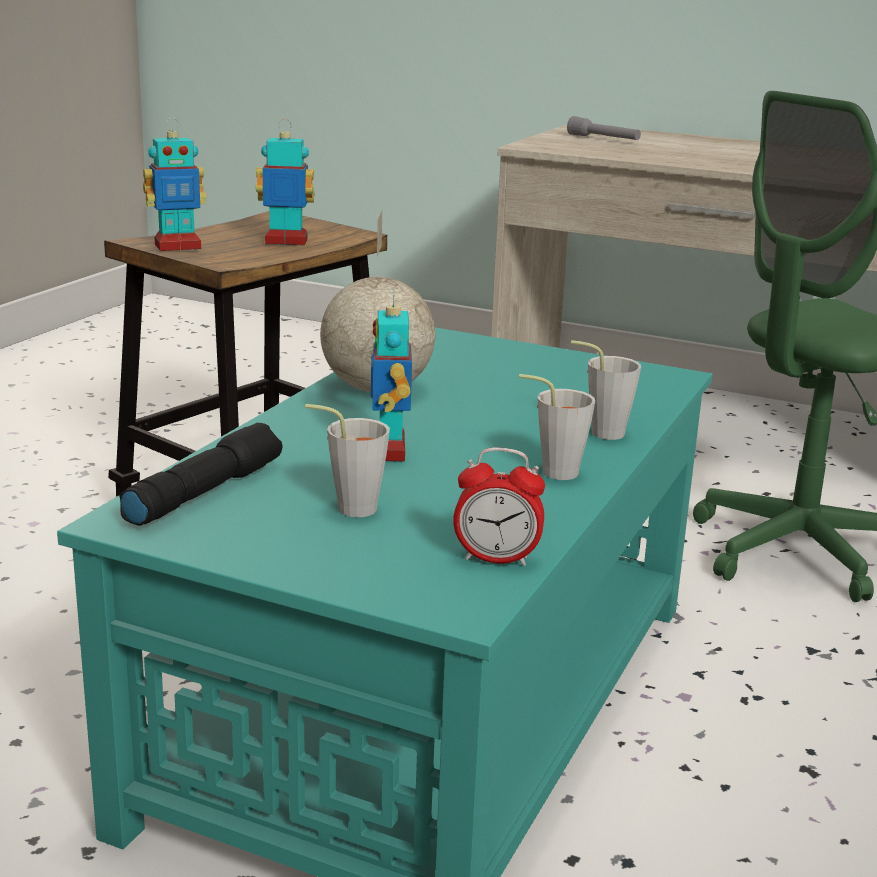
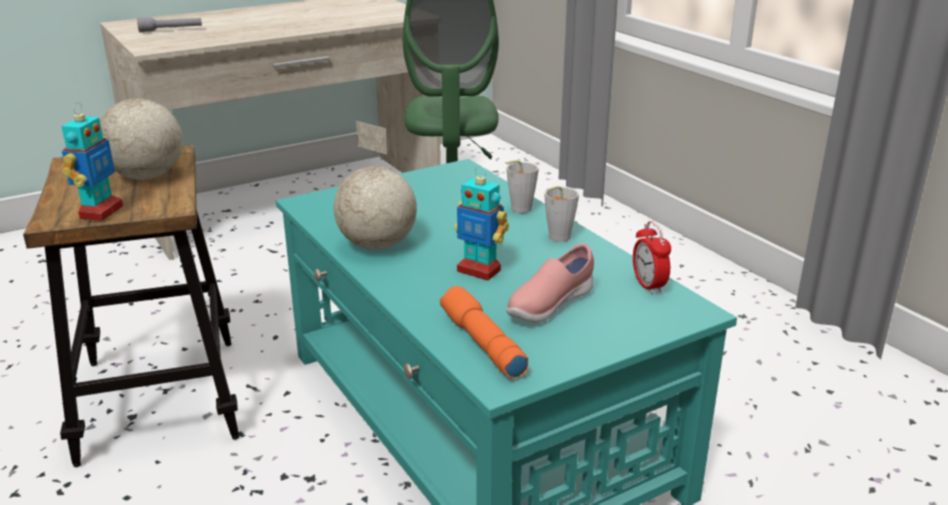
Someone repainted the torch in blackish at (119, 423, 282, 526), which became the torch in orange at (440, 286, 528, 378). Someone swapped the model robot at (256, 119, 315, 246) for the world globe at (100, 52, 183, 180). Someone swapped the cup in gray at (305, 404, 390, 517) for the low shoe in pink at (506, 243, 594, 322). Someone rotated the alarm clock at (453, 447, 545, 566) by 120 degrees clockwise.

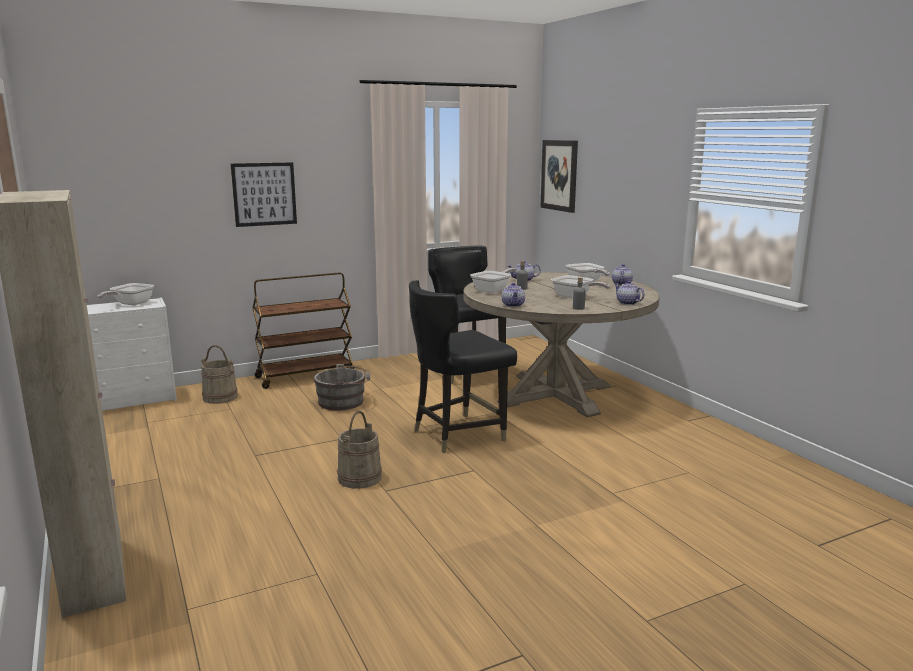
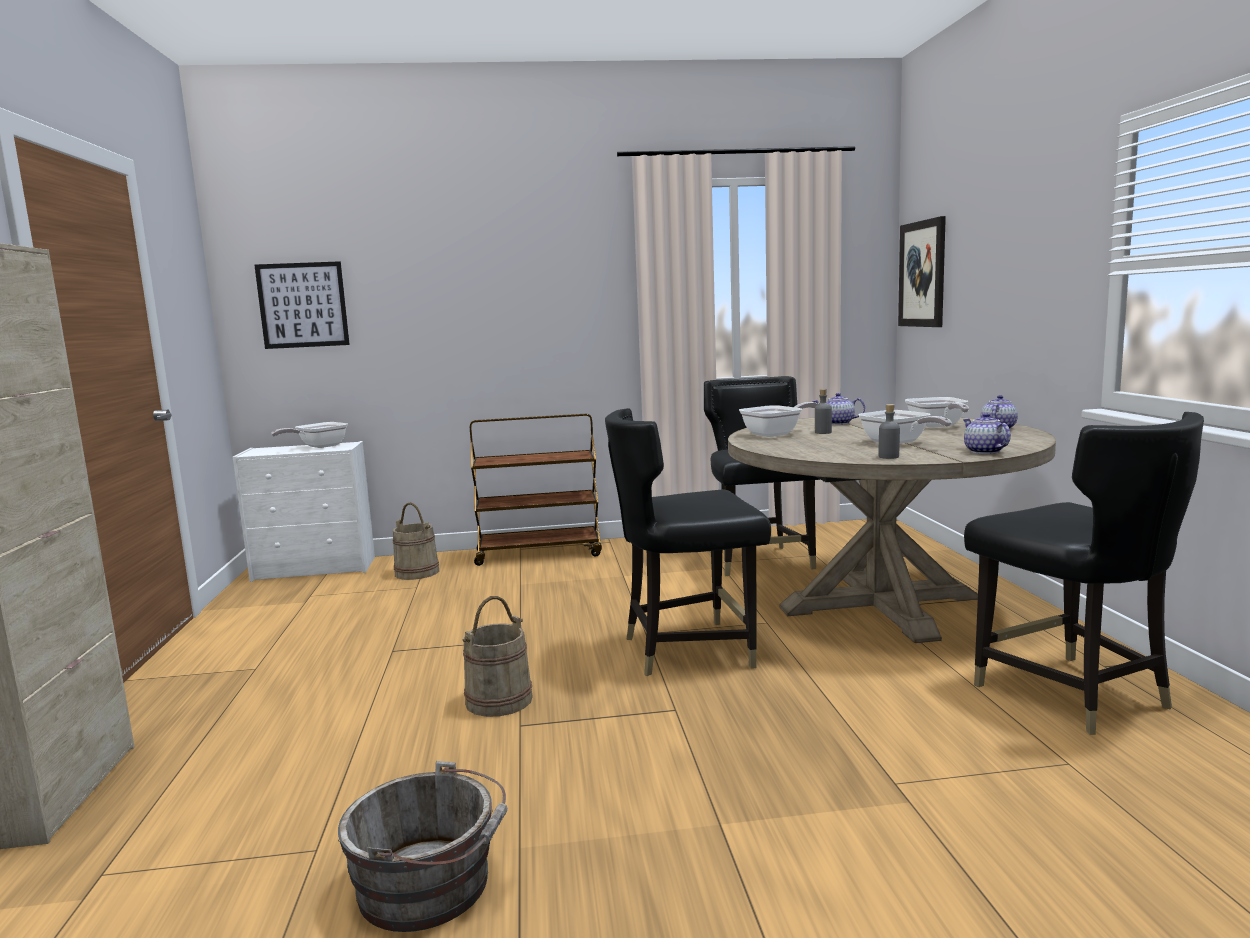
Someone carried the picture from (231, 162, 297, 227) to (254, 261, 350, 349). Someone carried the pail in gray from (314, 364, 370, 411) to (338, 761, 508, 932). Someone took away the tea pot at (502, 283, 525, 307). Someone put down the plain chair in blackish at (964, 412, 1204, 735).

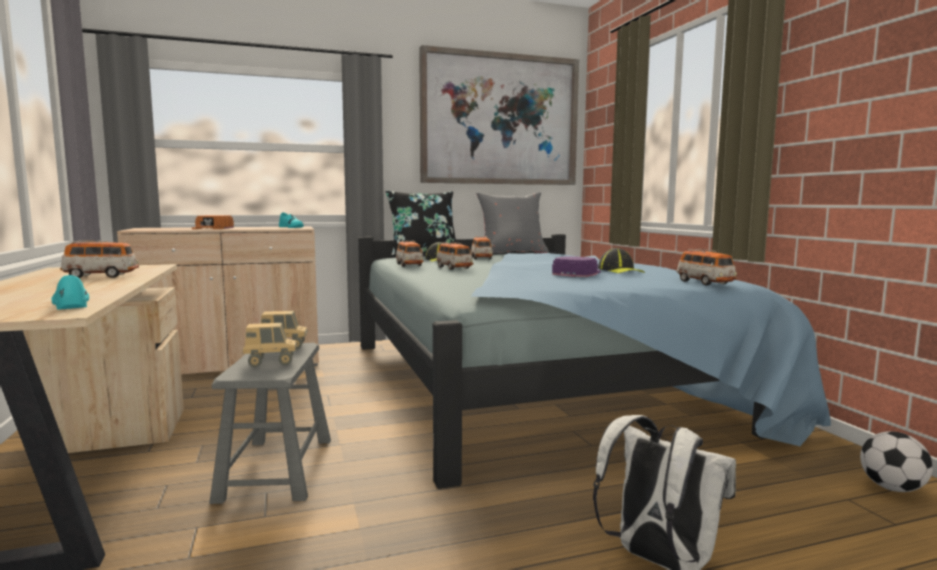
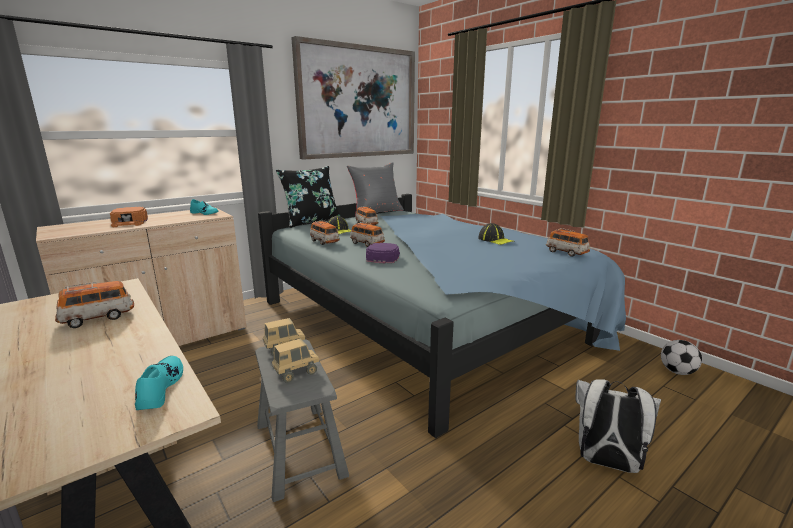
Someone rotated the low shoe in blue-green at (52, 275, 89, 310) by 45 degrees clockwise. Someone carried the peaked cap in purplish from (552, 256, 601, 277) to (366, 243, 400, 264).

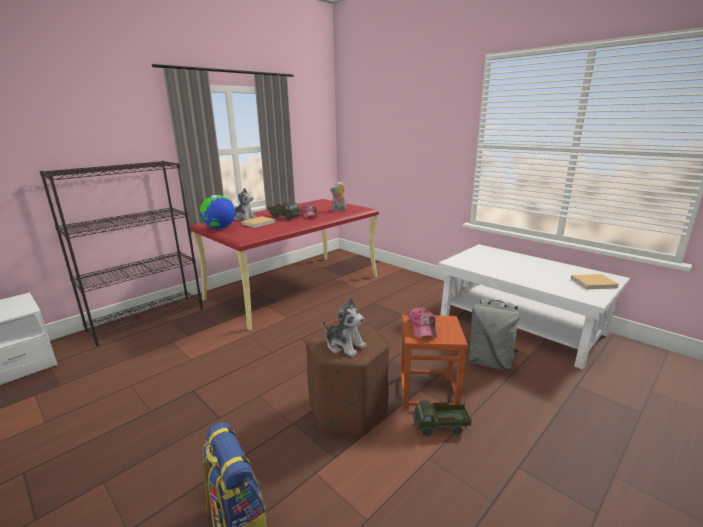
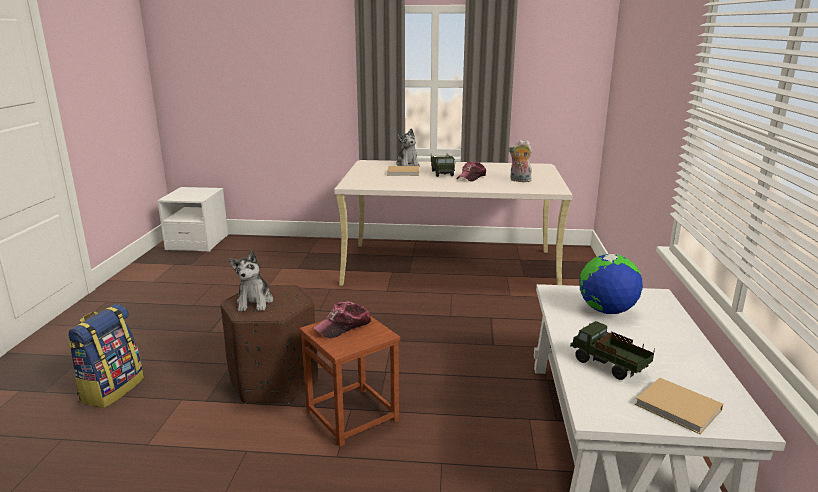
Someone took away the bookcase in blackish at (39, 161, 203, 346). Someone repainted the desk in red at (190, 199, 379, 331), which became the desk in beige at (334, 160, 573, 286). Someone carried the world globe from (200, 195, 235, 229) to (579, 254, 643, 314). Someone carried the toy truck from (413, 400, 472, 436) to (570, 321, 655, 380). Someone took away the knapsack in gray at (468, 299, 520, 371).

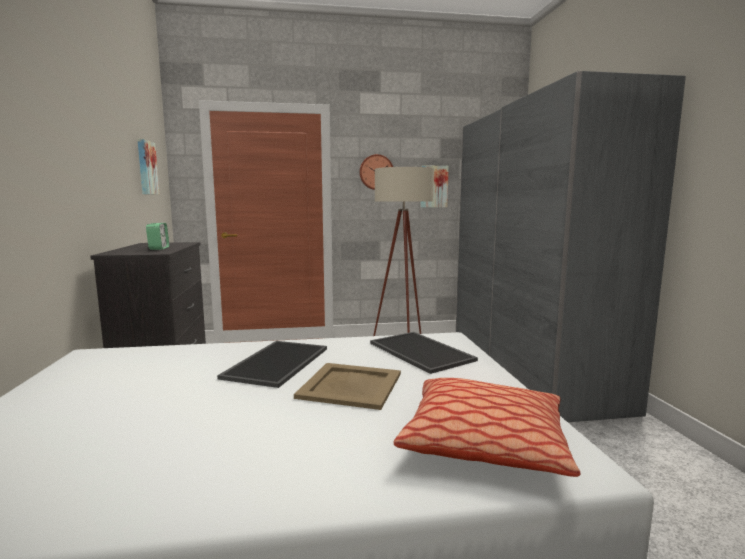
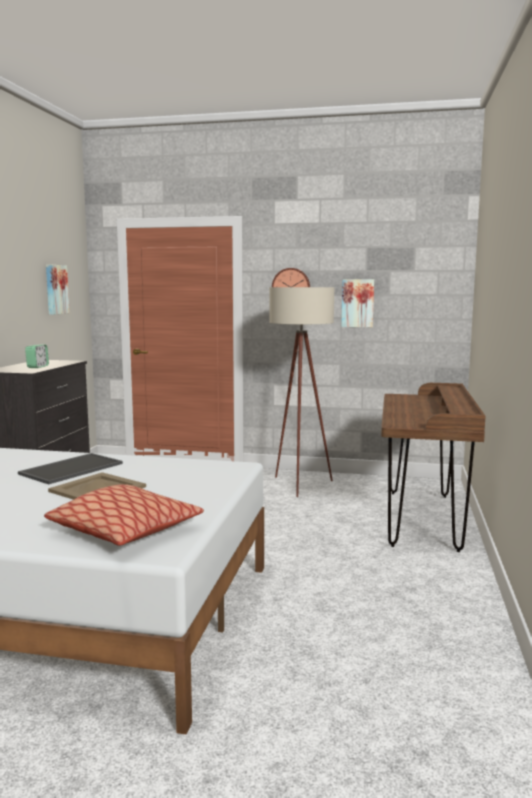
Someone took away the serving tray at (370, 332, 478, 374). Someone swapped the wardrobe in gray at (456, 71, 686, 422) for the desk in brown at (381, 383, 486, 552).

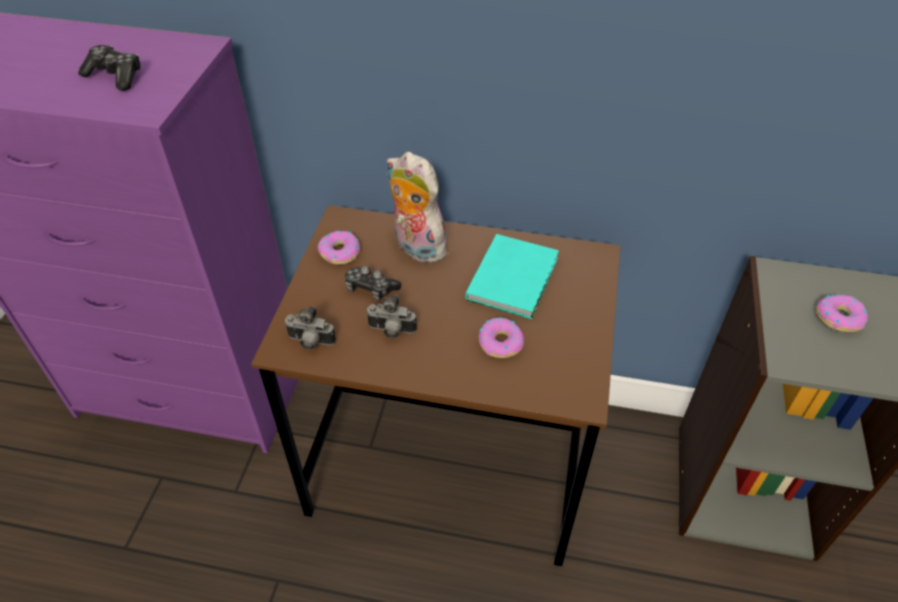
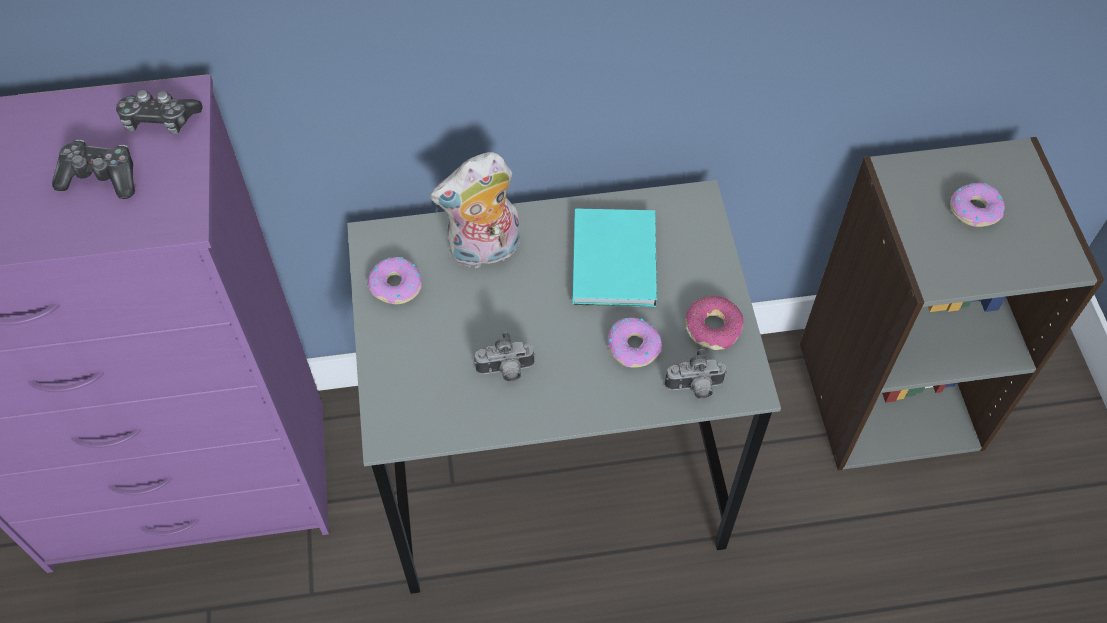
Someone repainted the desk in brown at (251, 205, 620, 566), which became the desk in gray at (347, 180, 781, 594). Someone carried the photo camera from (284, 306, 336, 350) to (665, 349, 727, 399). Someone carried the game controller from (345, 266, 401, 301) to (116, 90, 203, 135). Someone rotated the soft toy at (386, 152, 447, 263) by 45 degrees counterclockwise. Someone put down the doughnut at (685, 296, 744, 350).

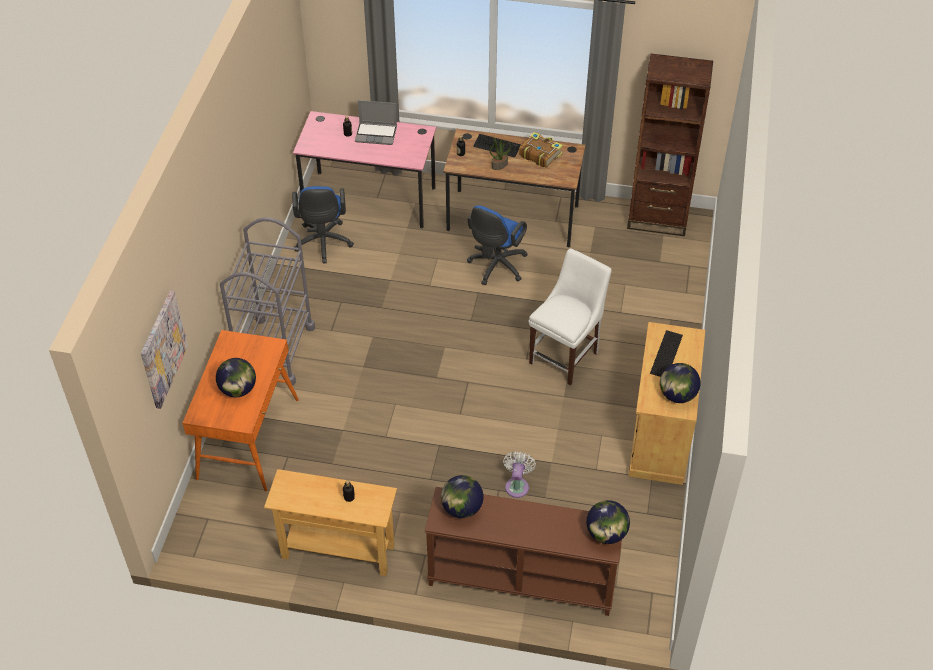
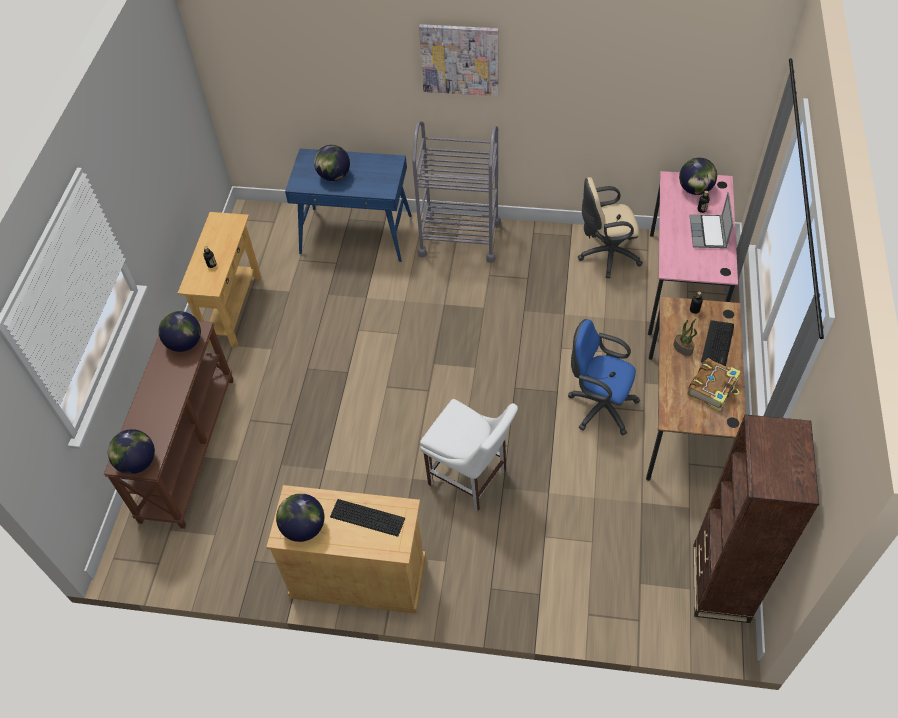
Someone carried the picture from (141, 290, 188, 409) to (419, 24, 499, 96). Someone repainted the desk in orange at (183, 330, 299, 491), which became the desk in bluish at (285, 148, 412, 262). Someone repainted the computer chair in bluish at (292, 186, 354, 264), which became the computer chair in beige at (578, 177, 643, 278). Someone took away the fan in white at (503, 451, 536, 498). Someone put down the world globe at (679, 158, 717, 195).

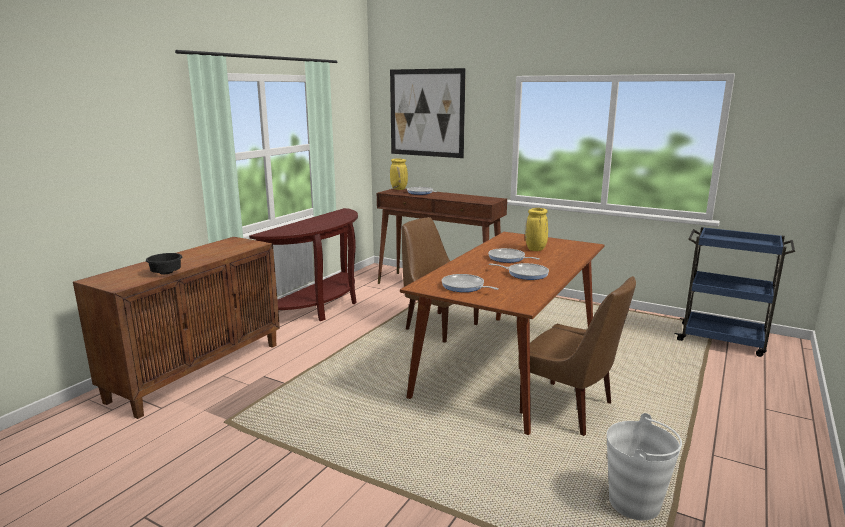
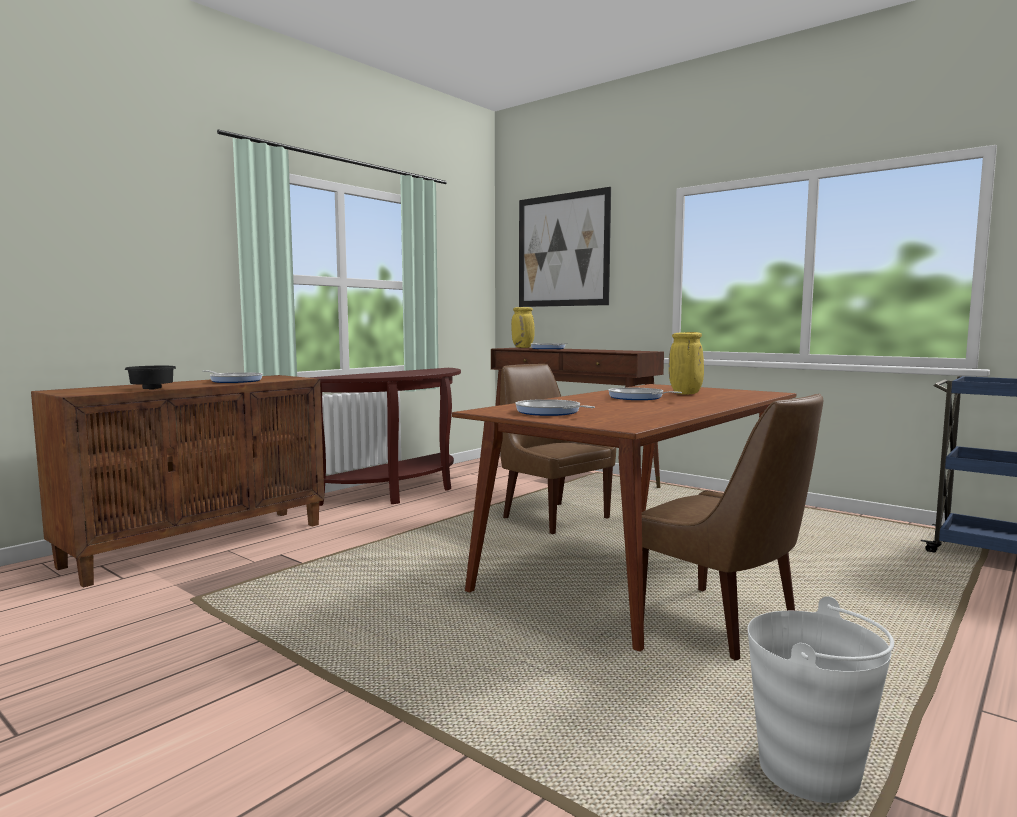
Someone carried the frying pan from (489, 263, 549, 280) to (203, 370, 263, 383).

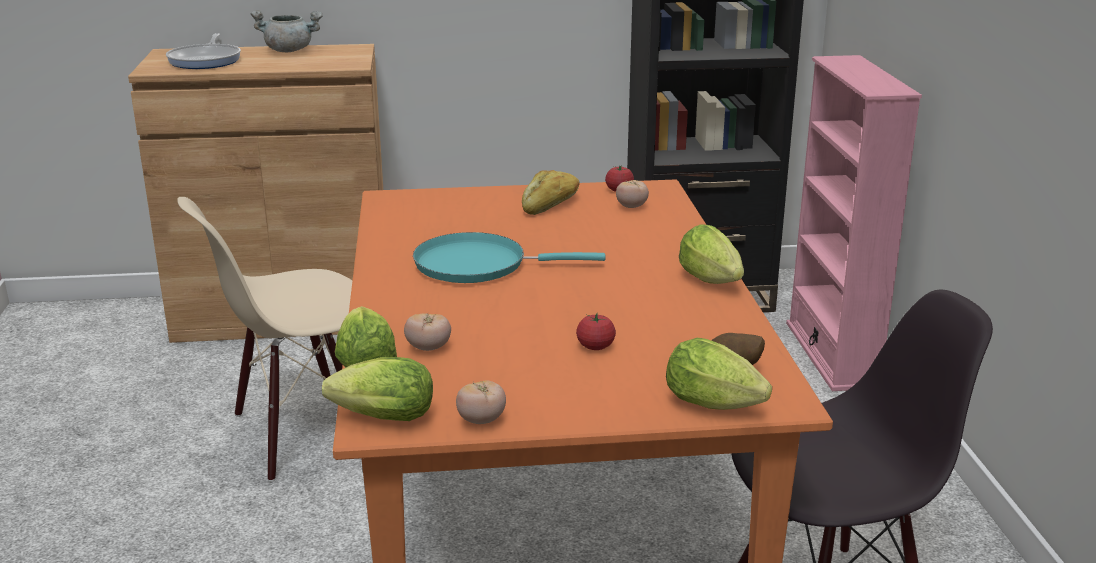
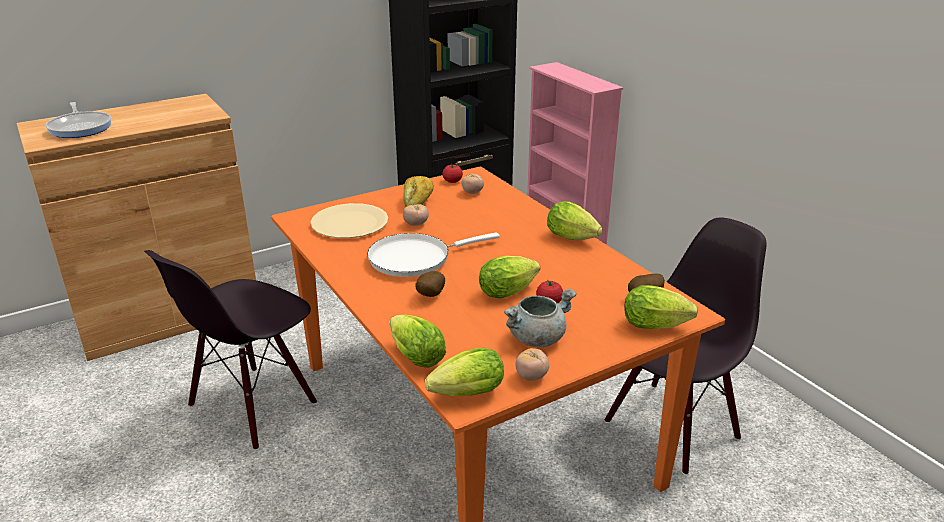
Someone repainted the plain chair in beige at (177, 197, 352, 482), which became the plain chair in blackish at (144, 250, 317, 450). Someone carried the stockpot in gray from (251, 10, 323, 52) to (504, 288, 577, 347). Someone carried the tomato from (404, 313, 451, 351) to (403, 204, 429, 226). Someone repainted the frying pan in blue-green at (413, 232, 606, 283), which became the frying pan in white at (367, 232, 500, 277). Someone put down the dinner plate in beige at (310, 203, 388, 238). Someone put down the whole potato at (415, 271, 445, 297). Someone put down the head of lettuce at (479, 256, 540, 299).

